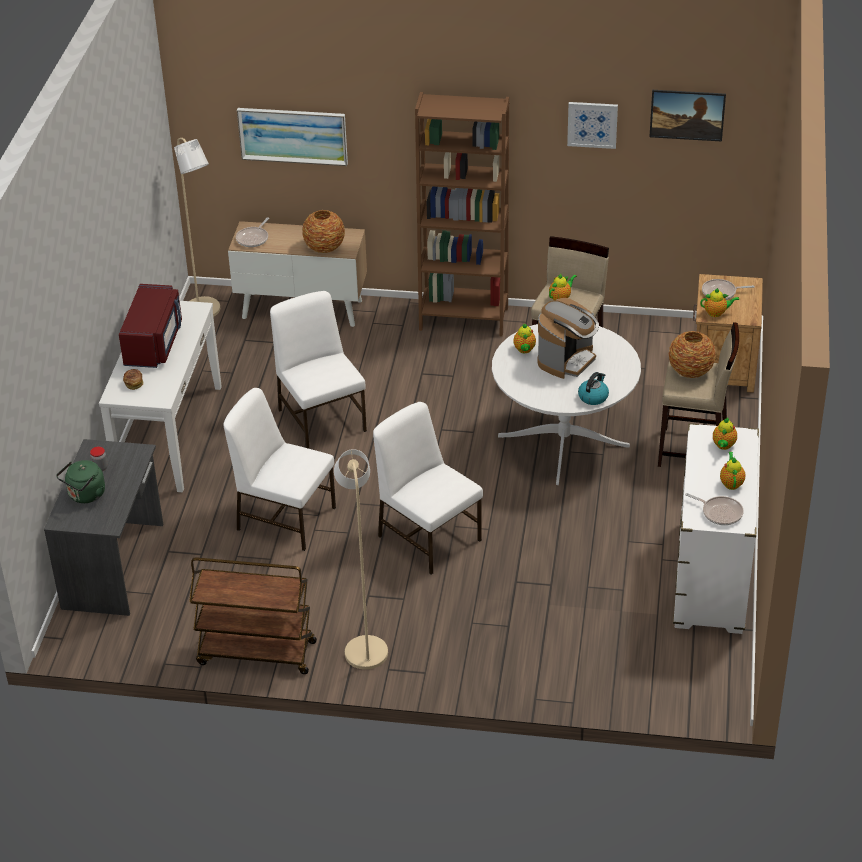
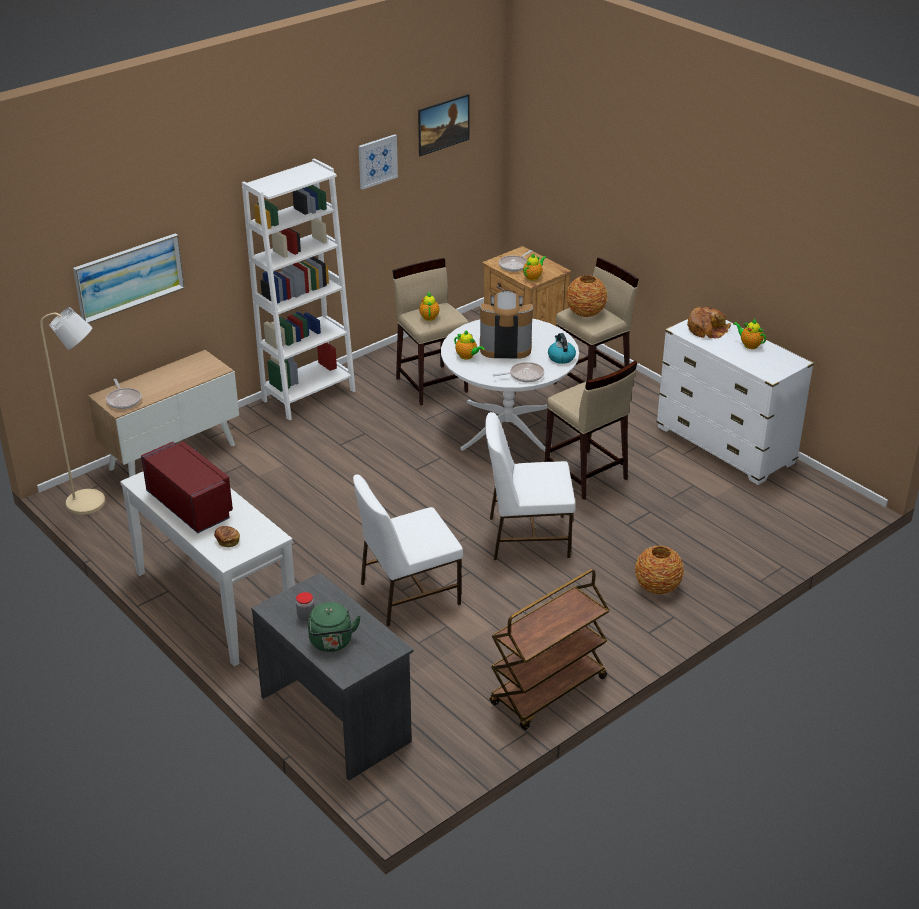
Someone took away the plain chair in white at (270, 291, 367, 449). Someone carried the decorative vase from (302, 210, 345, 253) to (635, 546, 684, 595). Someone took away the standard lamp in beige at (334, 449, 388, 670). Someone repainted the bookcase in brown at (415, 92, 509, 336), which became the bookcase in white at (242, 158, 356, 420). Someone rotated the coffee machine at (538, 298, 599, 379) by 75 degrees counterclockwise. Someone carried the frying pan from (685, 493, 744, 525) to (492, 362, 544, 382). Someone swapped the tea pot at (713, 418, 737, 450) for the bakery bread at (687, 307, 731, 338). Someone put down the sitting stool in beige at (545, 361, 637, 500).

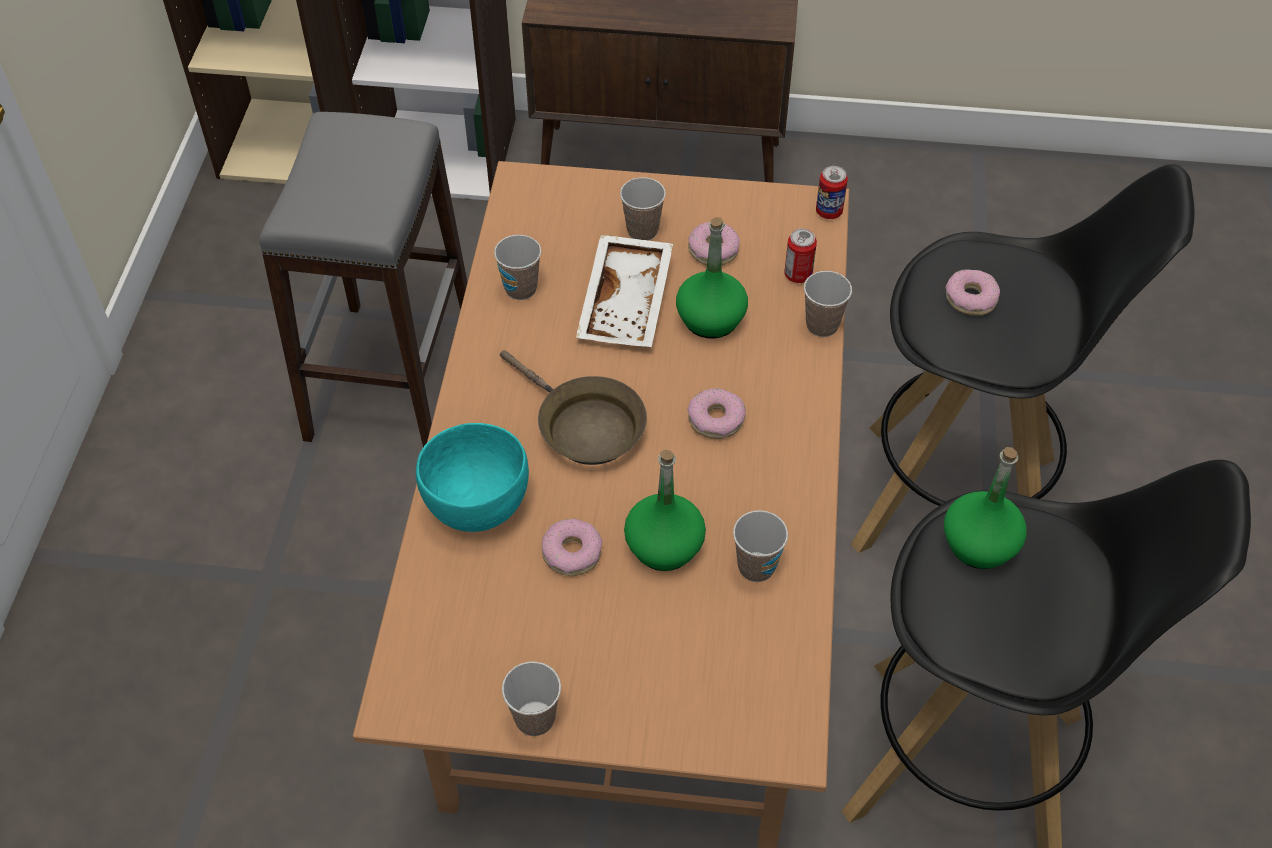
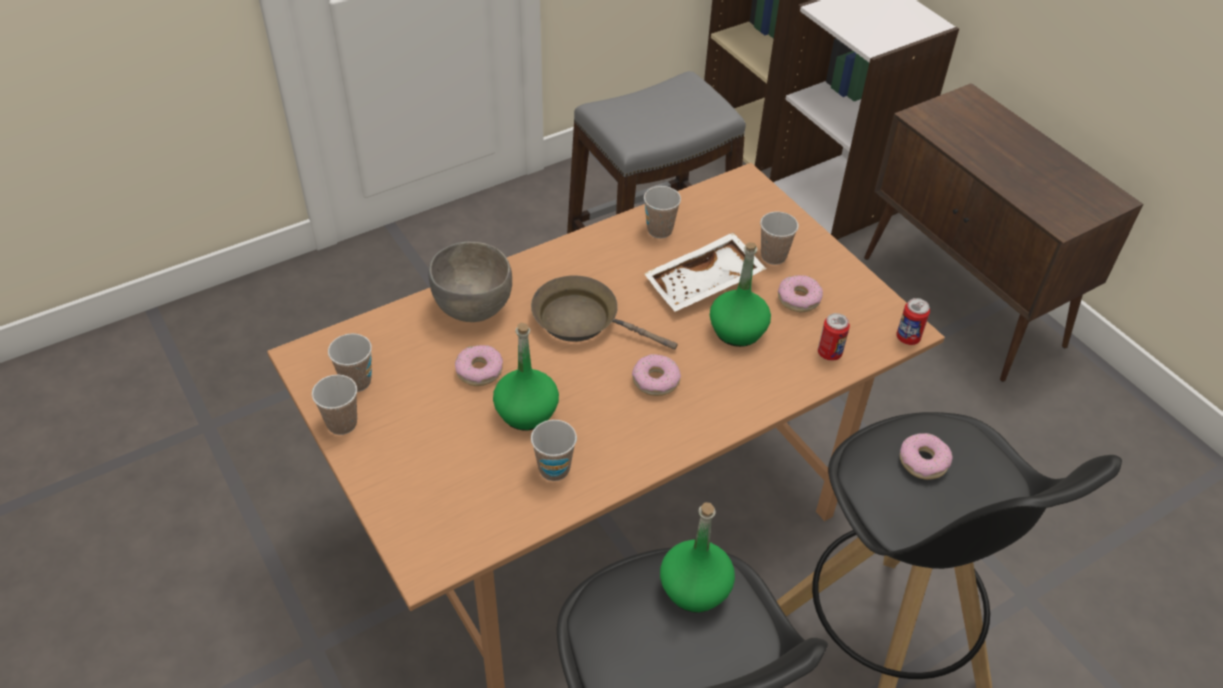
Someone repainted the deep dish in blue-green at (416, 423, 529, 532), which became the deep dish in gray at (428, 242, 512, 322). Someone rotated the frying pan in brown at (500, 350, 647, 465) by 105 degrees clockwise. Someone carried the cup from (804, 271, 852, 337) to (328, 333, 372, 392).

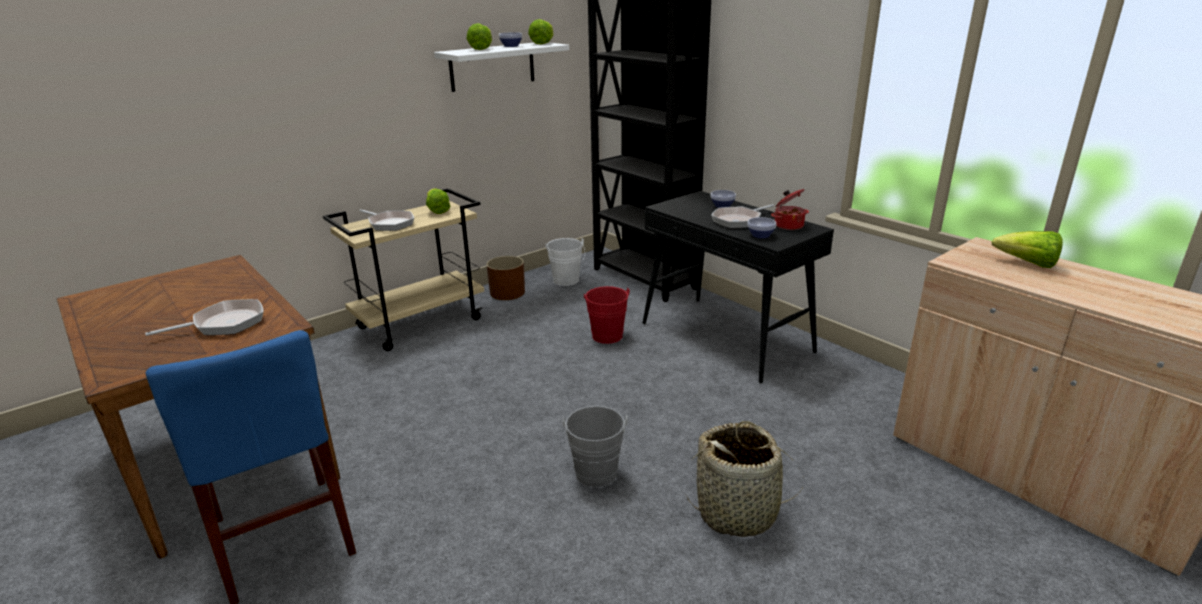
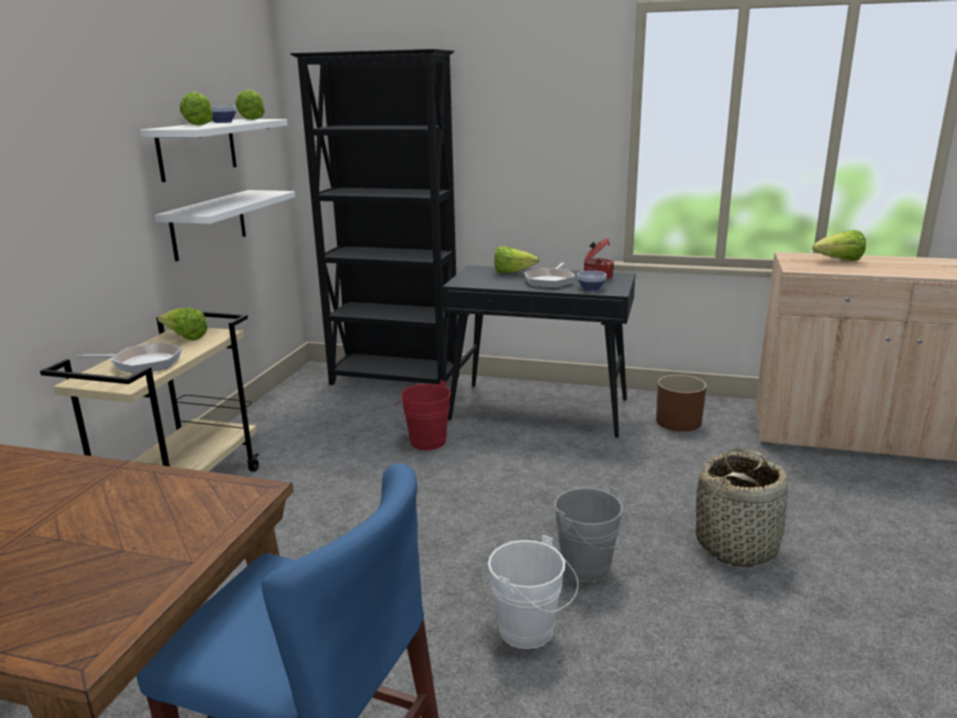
Someone took away the frying pan at (145, 299, 264, 336). Someone carried the plant pot in brown from (486, 256, 525, 300) to (656, 375, 706, 432). Someone carried the pail in white from (545, 238, 585, 286) to (488, 535, 578, 649). Someone swapped the deep dish at (710, 190, 736, 208) for the head of lettuce at (494, 246, 539, 273). Someone put up the shelf in white at (155, 190, 295, 261).

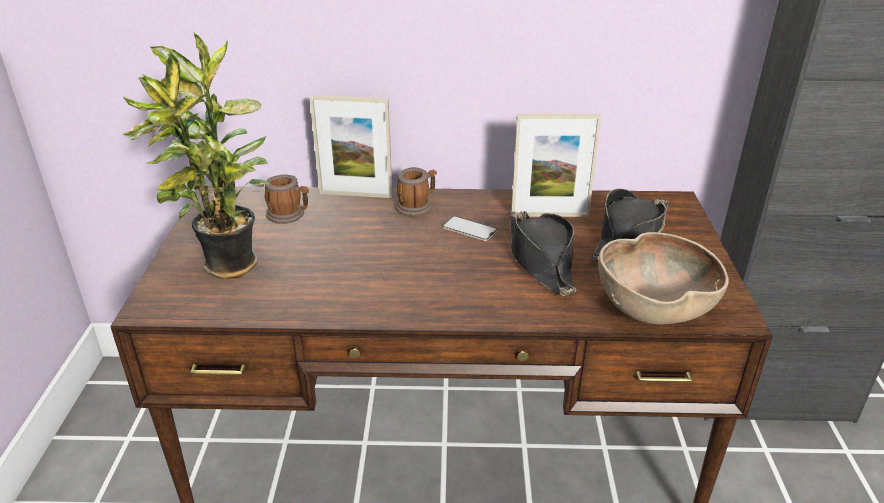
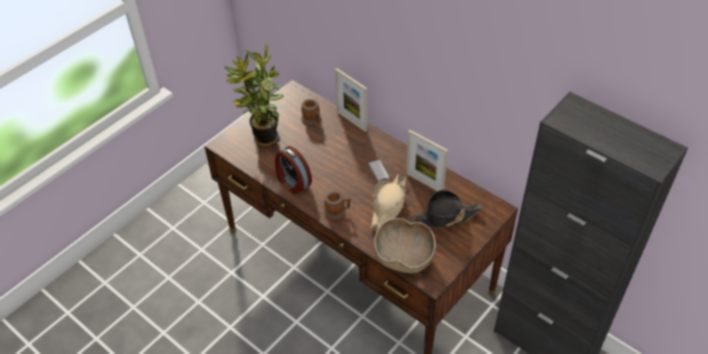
Someone carried the mug from (395, 167, 437, 216) to (324, 191, 351, 220). Someone repainted the wearable hat in blackish at (510, 211, 576, 296), which became the wearable hat in beige at (371, 175, 406, 231). Someone put down the alarm clock at (275, 146, 312, 195).

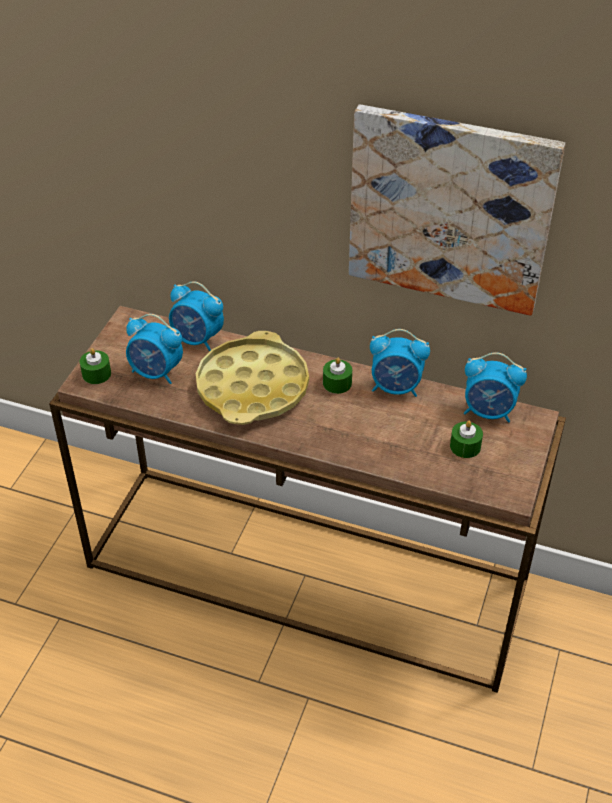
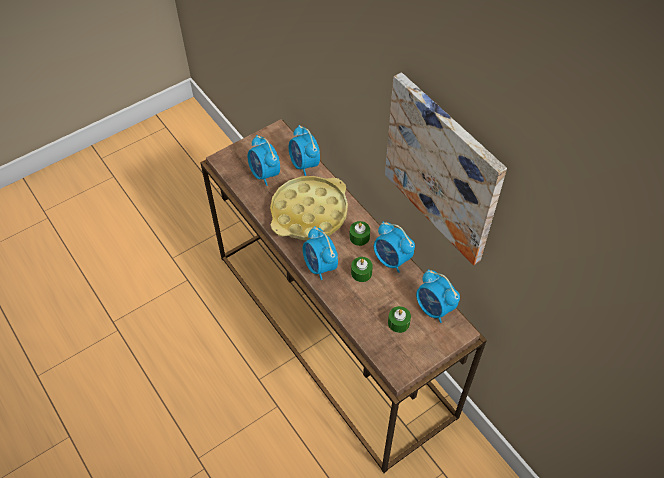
Someone carried the wax candle in green from (80, 348, 111, 384) to (351, 257, 373, 282). Someone put down the alarm clock at (303, 226, 338, 280).

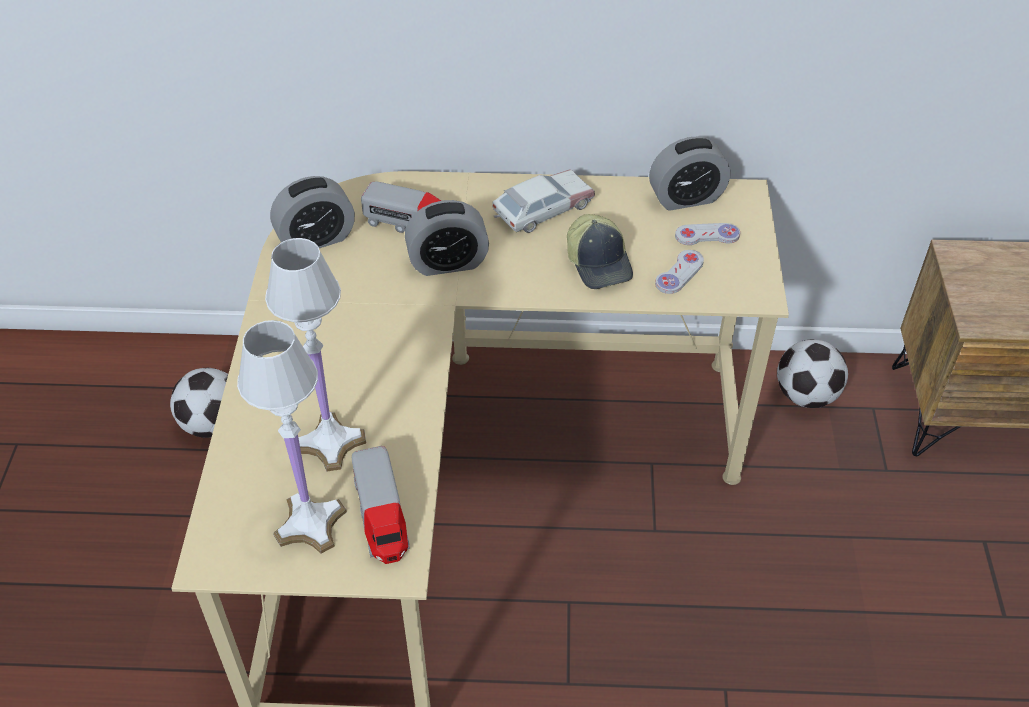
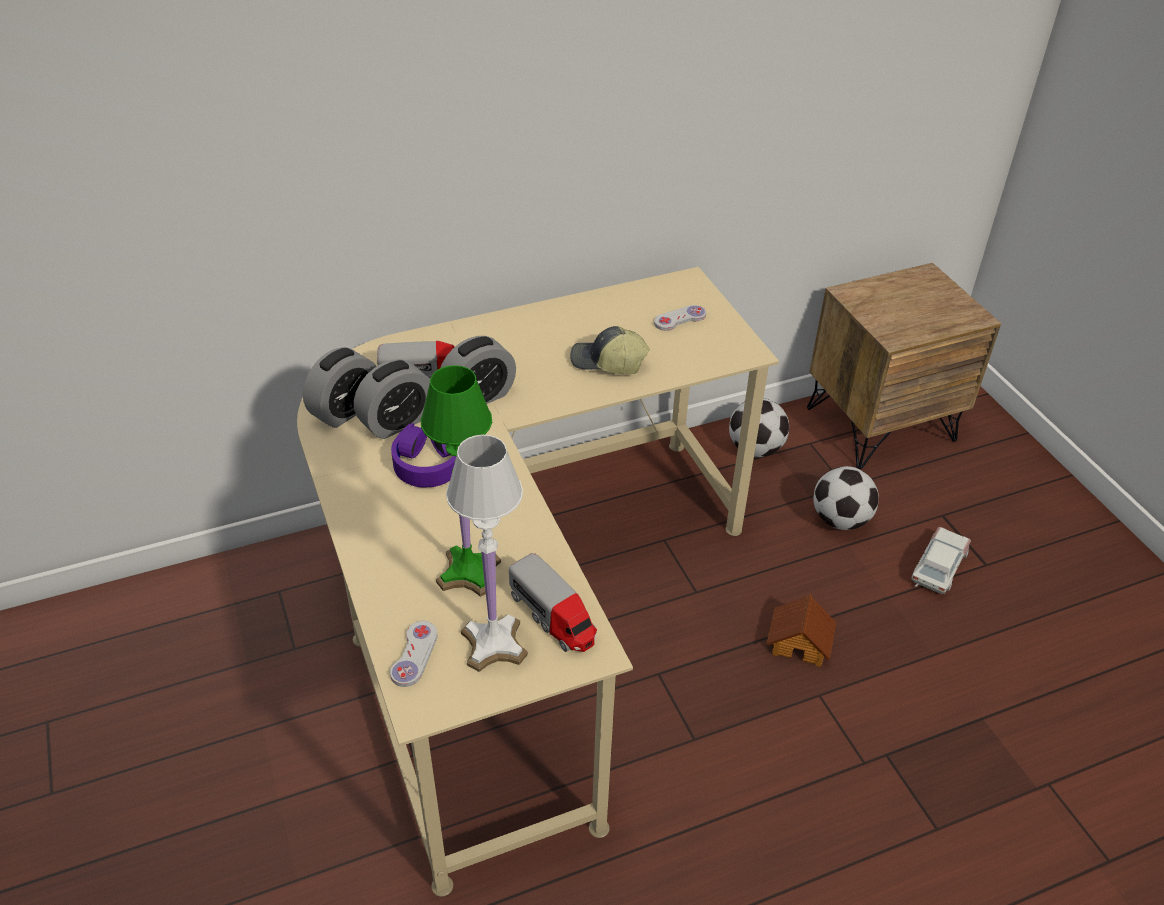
Someone carried the ball for football from (170, 368, 228, 438) to (813, 466, 879, 530). Someone repainted the lamp for a table in white at (265, 238, 366, 472), which became the lamp for a table in green at (421, 365, 501, 597). Someone carried the miniature car from (492, 169, 595, 233) to (911, 527, 971, 594). Someone rotated the peaked cap at (567, 214, 633, 289) by 150 degrees clockwise. Someone carried the alarm clock from (649, 137, 730, 211) to (354, 359, 430, 439). Someone carried the game controller in white from (655, 250, 704, 294) to (390, 621, 437, 687). Someone put down the headphones in purplish at (391, 423, 456, 488). Someone put down the miniature house at (766, 595, 836, 667).

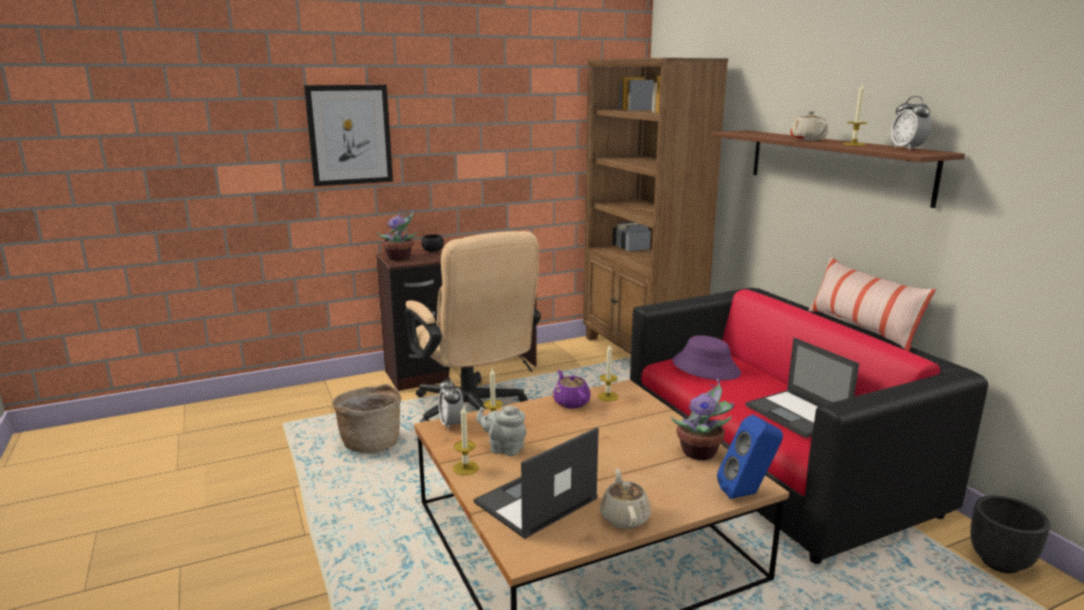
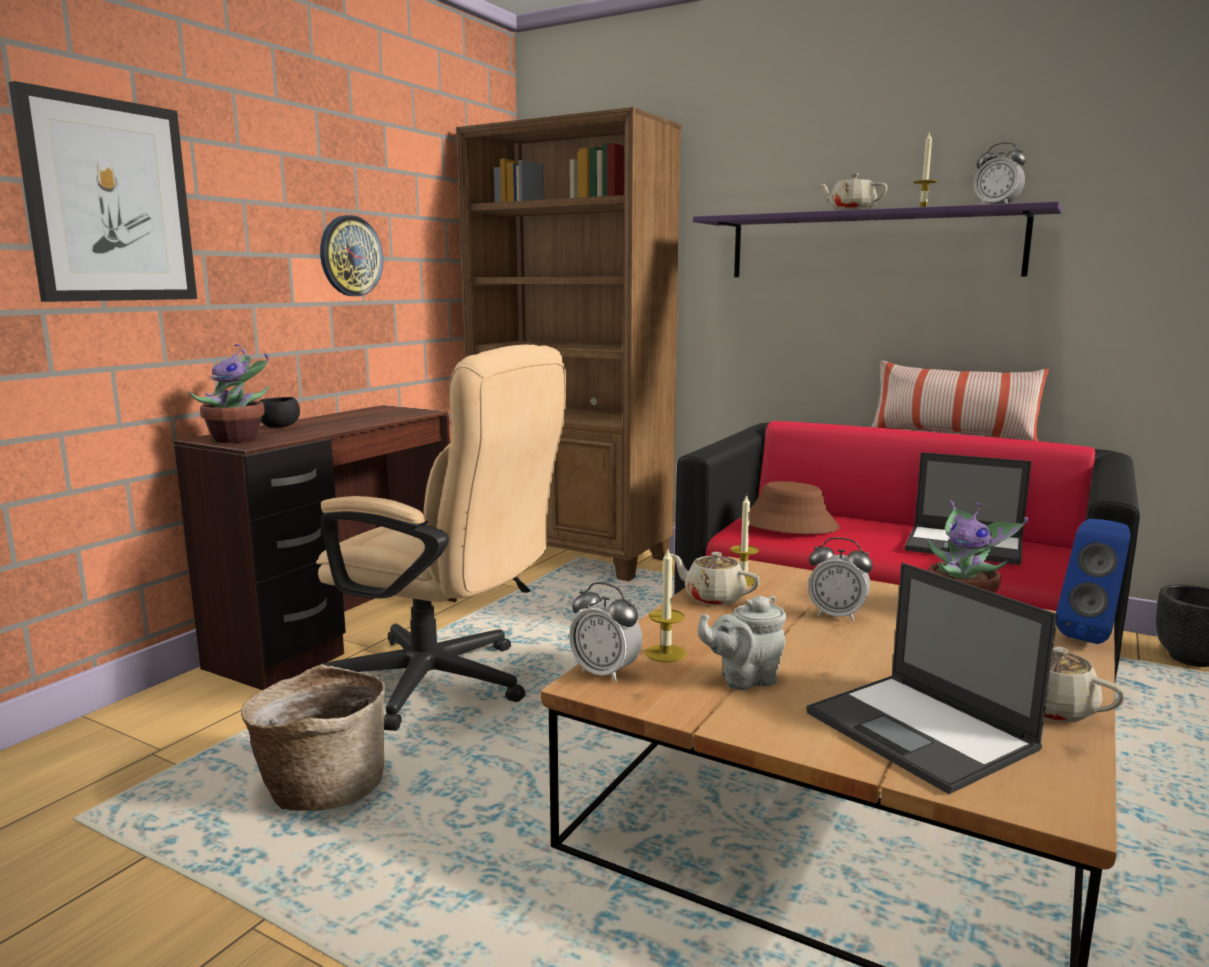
Someone took away the wax candle at (453, 406, 479, 475). Someone rotated the laptop at (473, 427, 599, 539) by 45 degrees counterclockwise. Someone repainted the tea pot in purplish at (553, 370, 591, 409), which became the tea pot in beige at (670, 552, 760, 606). Someone repainted the wearable hat in purplish at (672, 335, 741, 380), which became the wearable hat in brown at (740, 481, 840, 534). Someone repainted the shelf in brown at (711, 130, 965, 208), which became the shelf in purplish at (693, 201, 1063, 277). Someone put up the hanging clock at (320, 215, 383, 296). Someone put down the alarm clock at (808, 537, 873, 622).

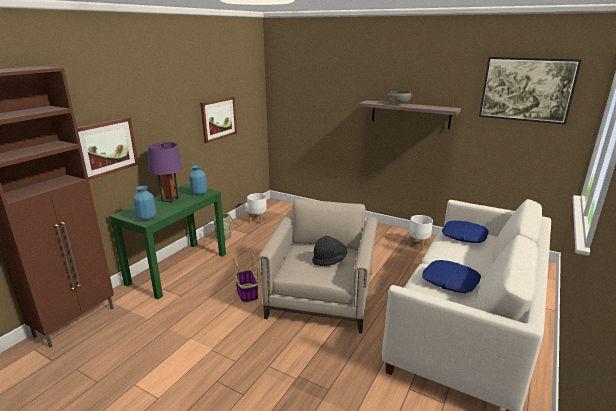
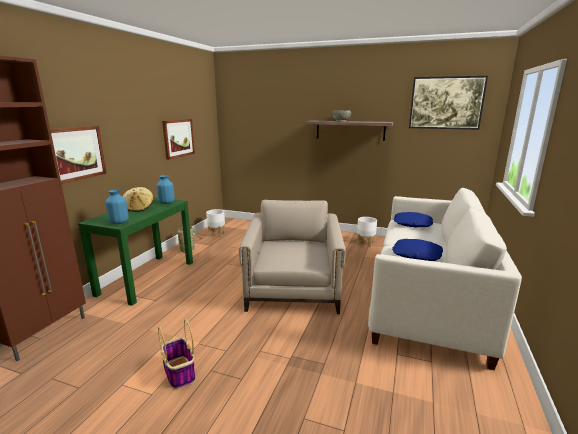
Someone swapped the lamp for a table in purplish at (148, 142, 183, 203) for the wearable hat in beige at (123, 187, 154, 212). Someone carried the household basket from (234, 255, 258, 303) to (158, 319, 196, 389). Someone took away the wearable hat in blackish at (312, 236, 347, 266).

